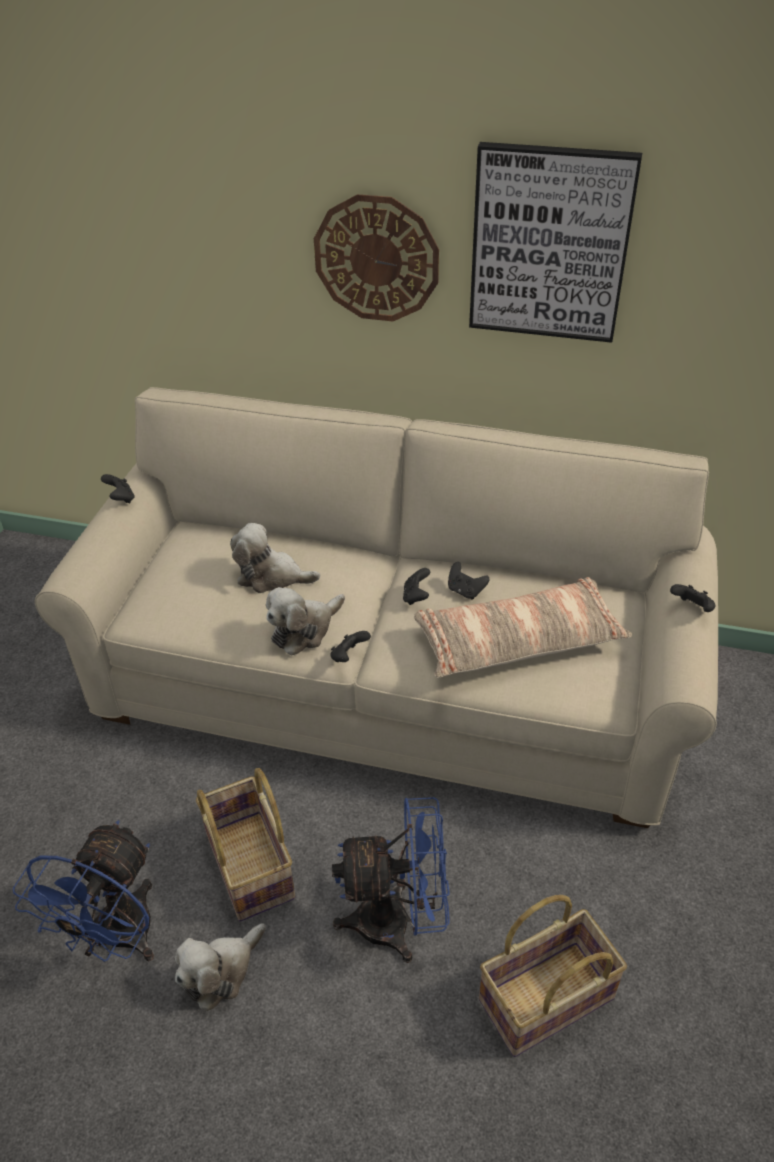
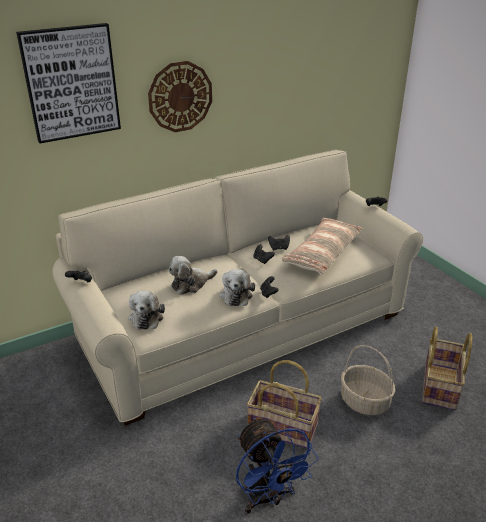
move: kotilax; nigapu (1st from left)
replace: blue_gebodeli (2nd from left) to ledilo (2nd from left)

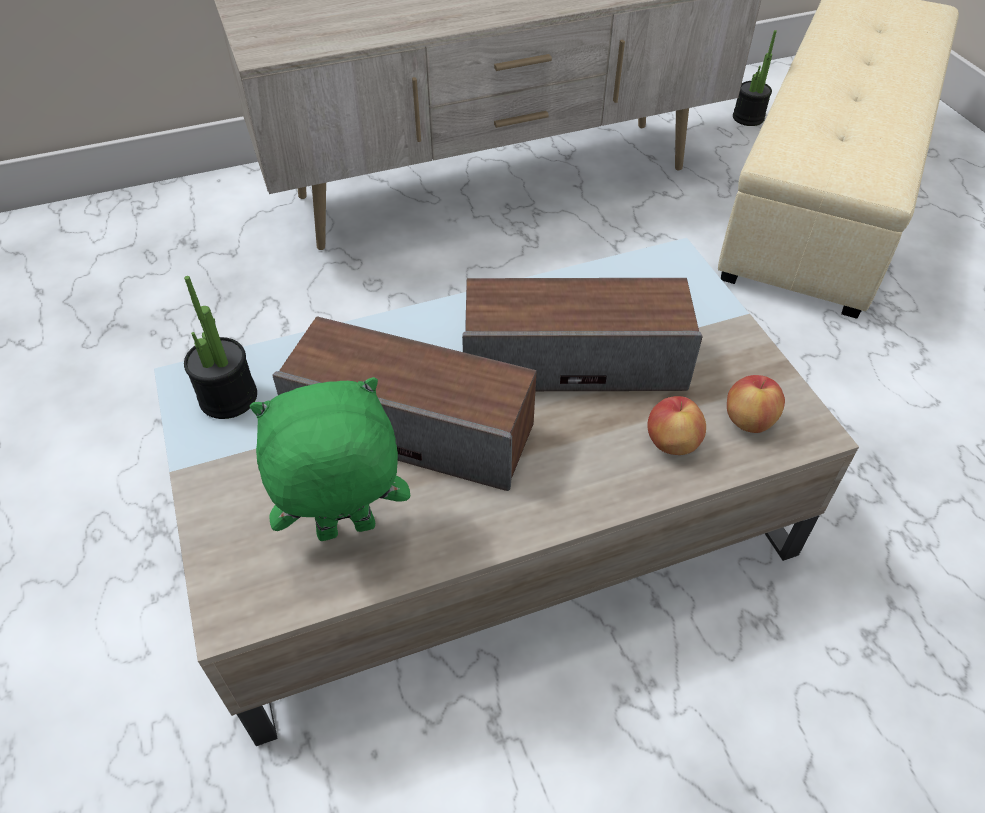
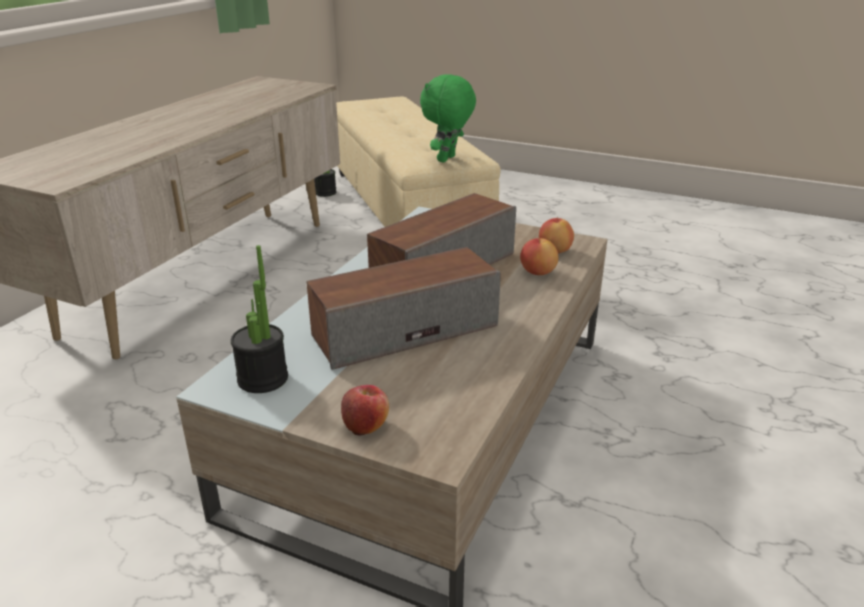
insert: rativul (1st from left)
move: green_nigapu

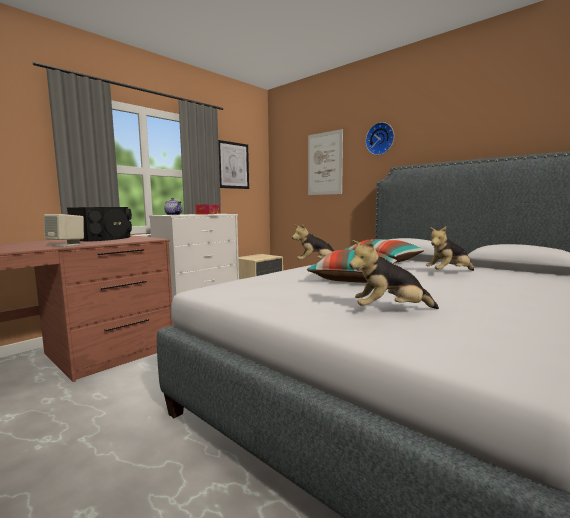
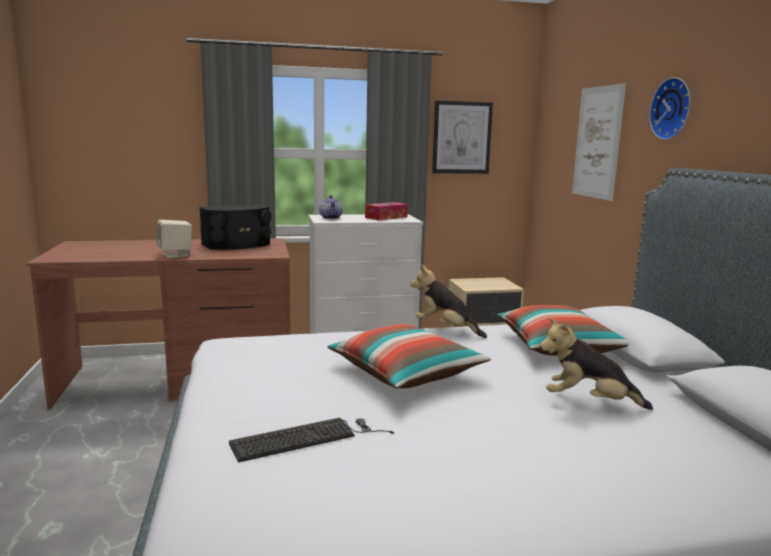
replace: nigapu (2nd from left) to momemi

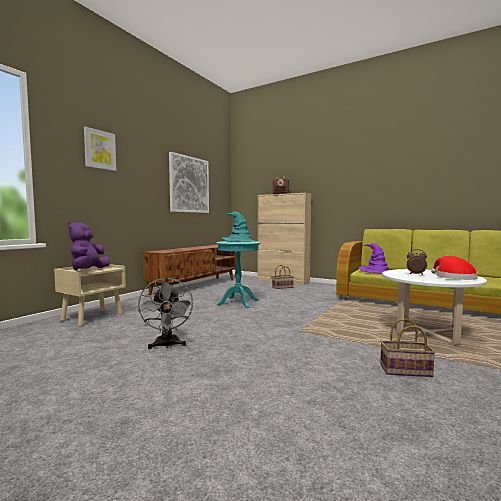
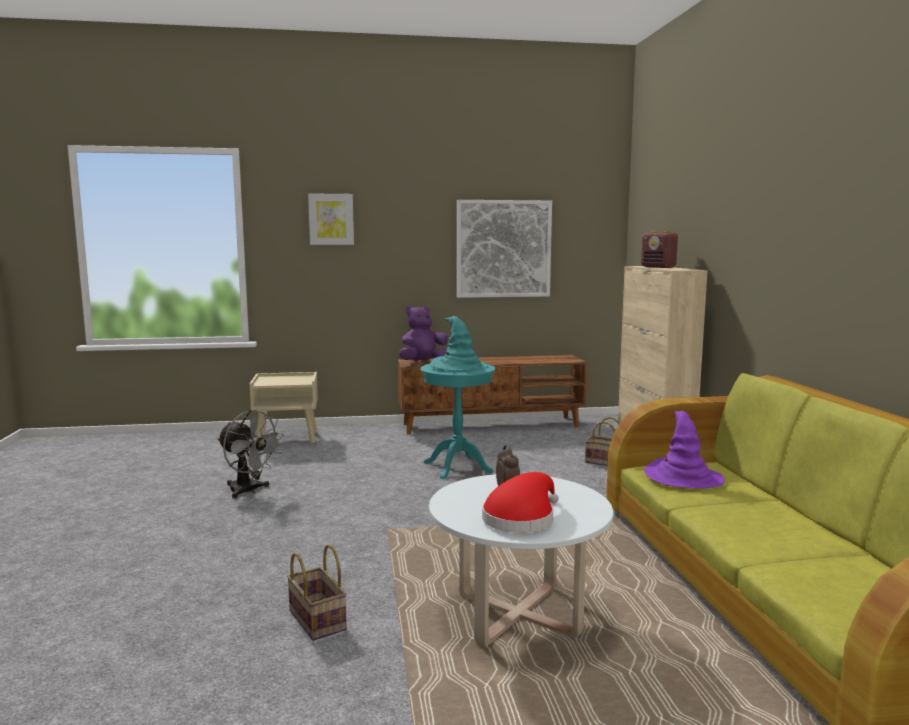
move: purple_nigapu
rotate: grey_gebodeli 90 degrees counterclockwise

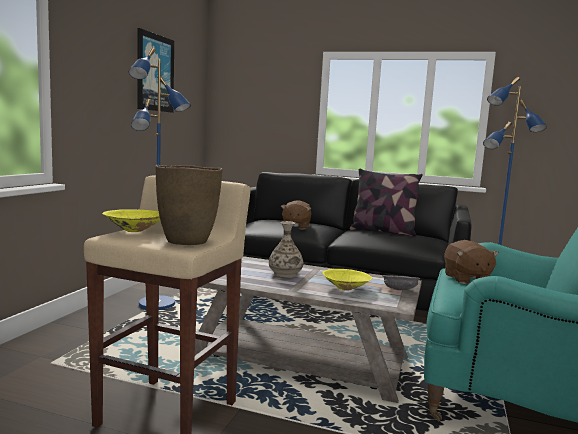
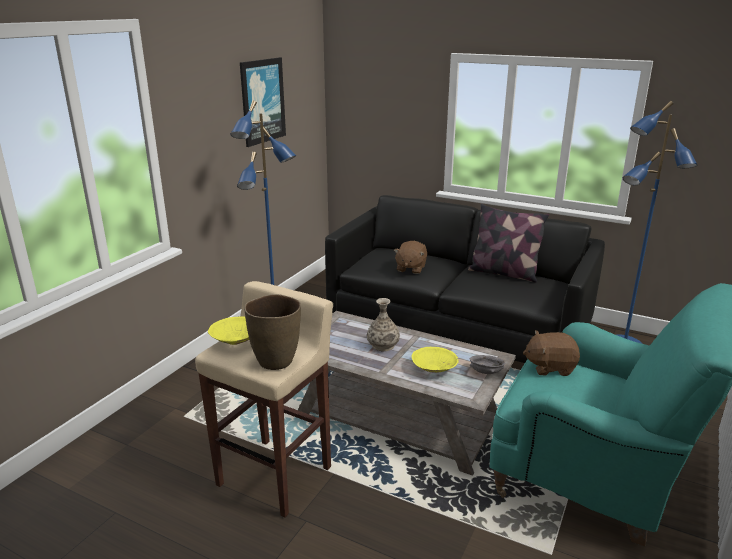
rotate: brown_nigapu (2nd from left) 90 degrees clockwise

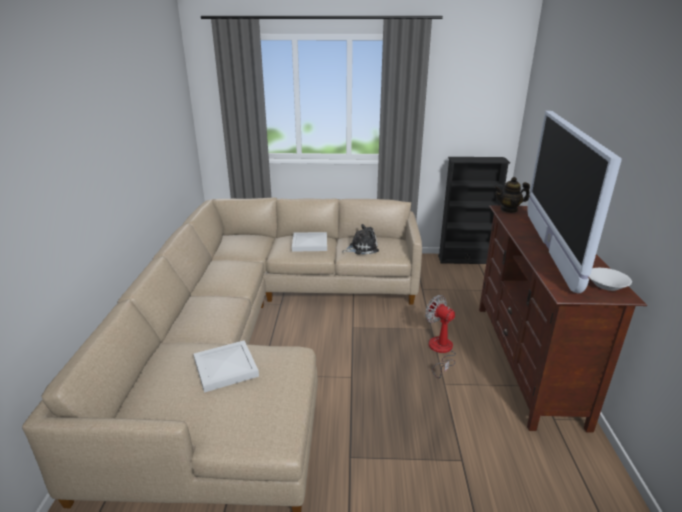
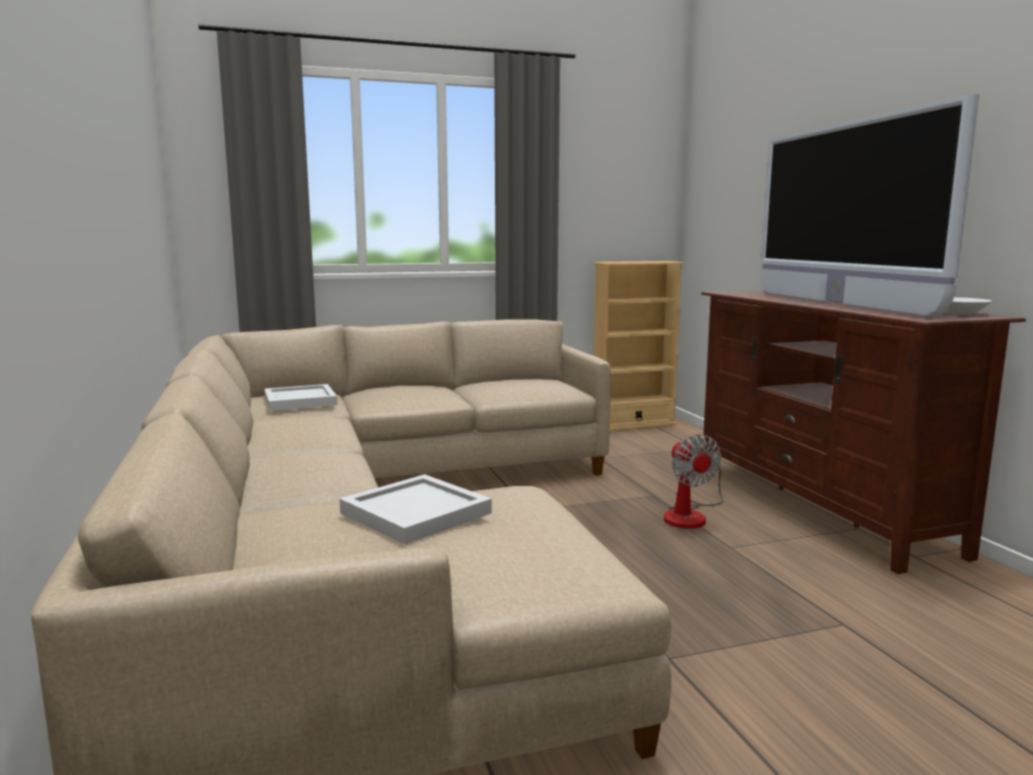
delete: nigapu; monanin
move: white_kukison (2nd from left in the first image) to white_kukison (1st from left)
recolor: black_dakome to beige_dakome
rotate: gebodeli 135 degrees counterclockwise

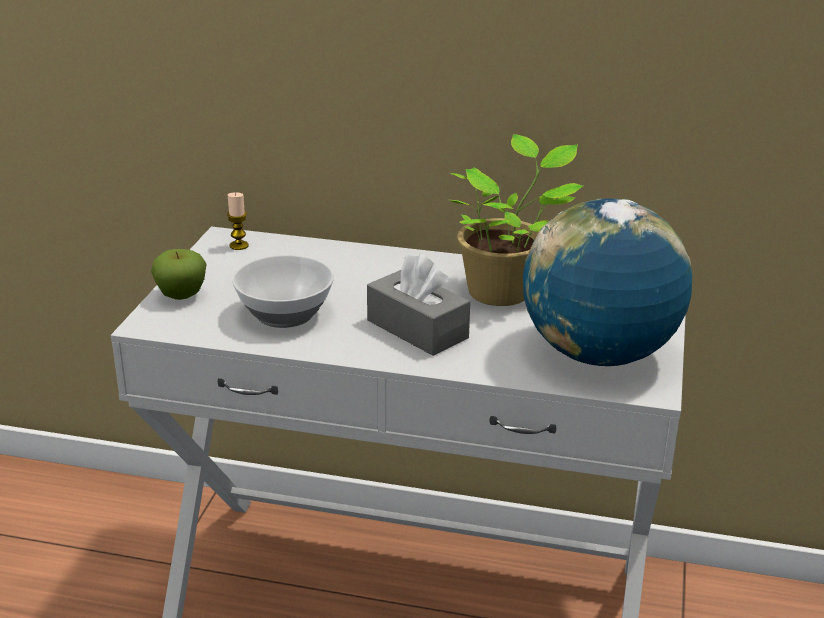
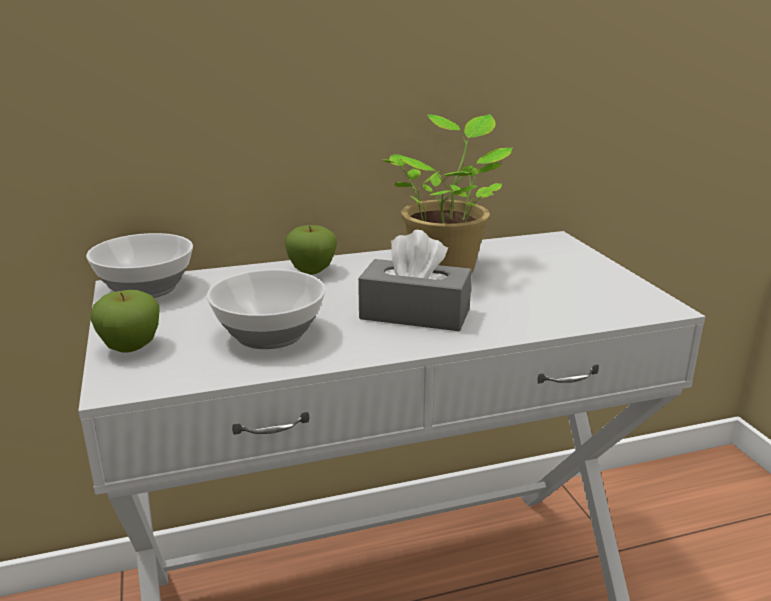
delete: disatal
insert: rativul (2nd from left)
replace: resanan to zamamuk (1st from left)

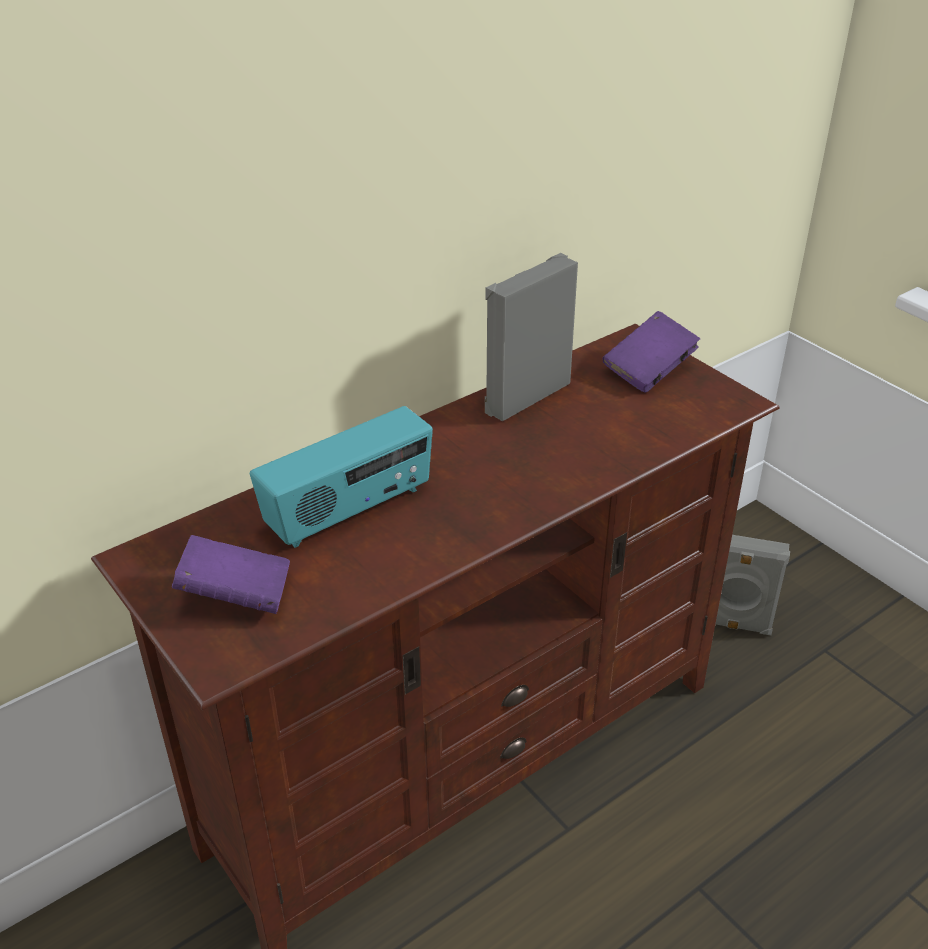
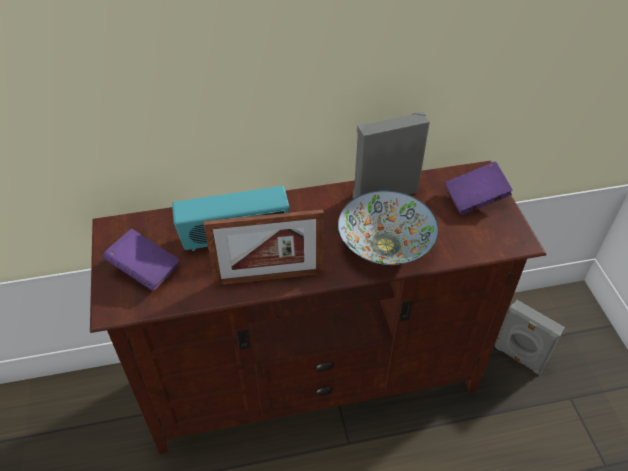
insert: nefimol; zamamuk

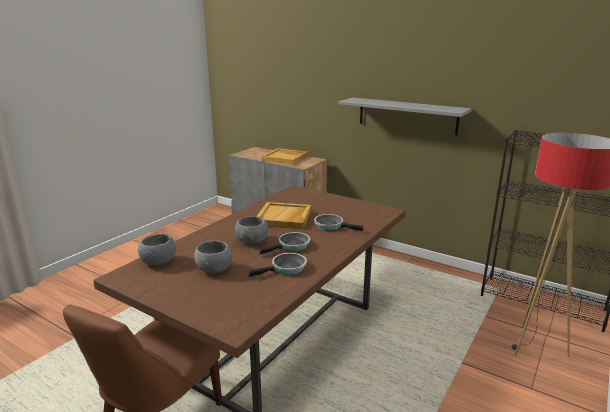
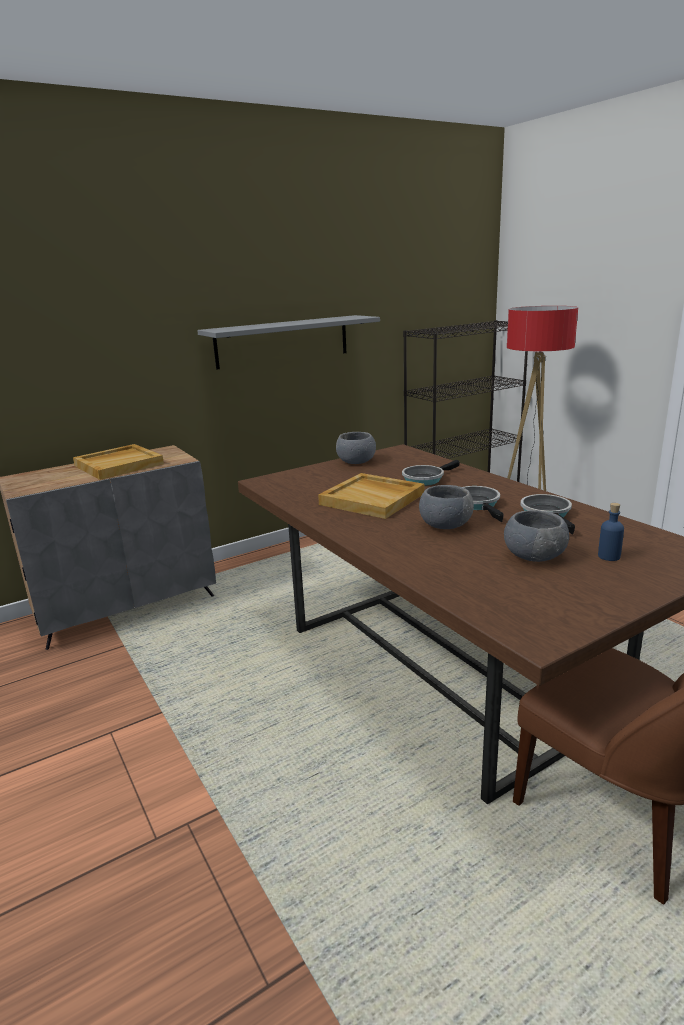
insert: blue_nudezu
move: grey_zamamuk (1st from left)

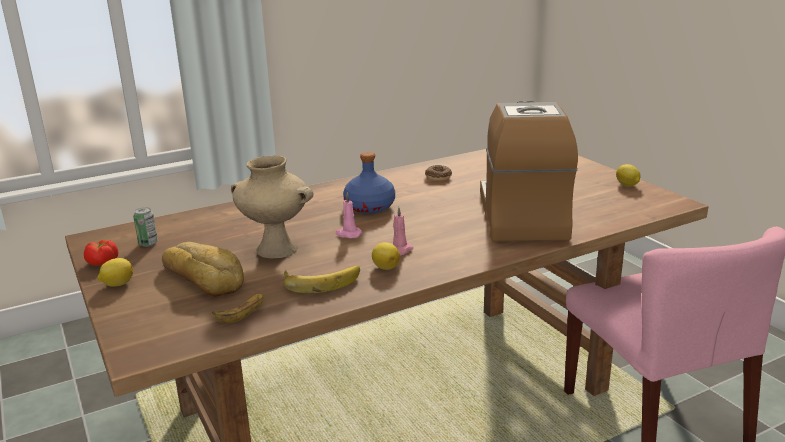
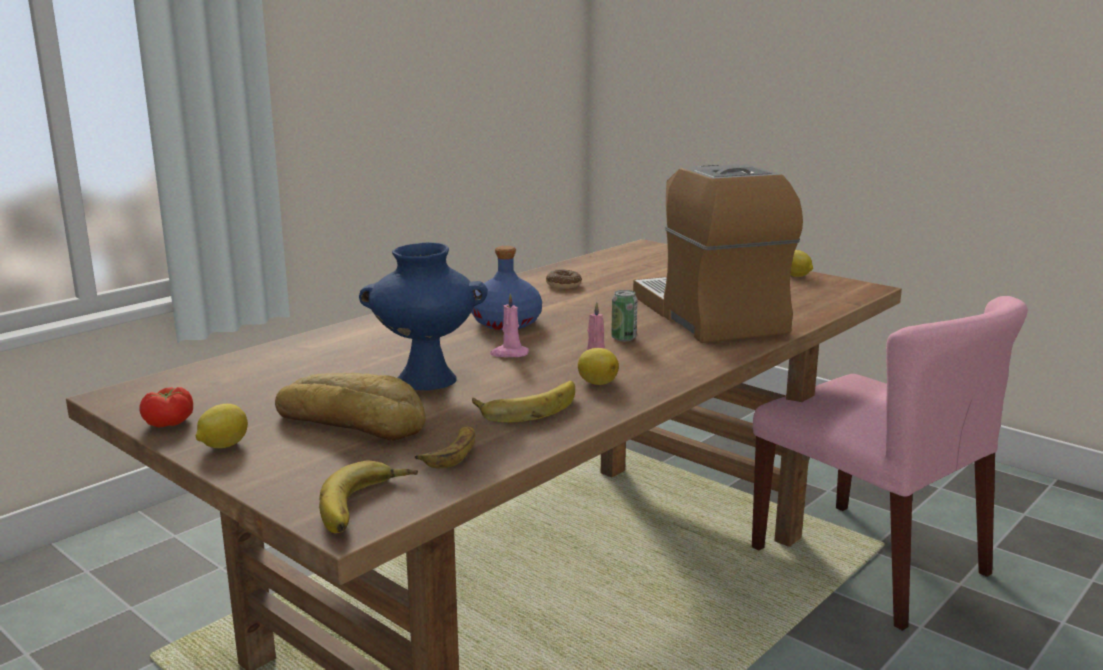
insert: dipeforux (1st from left)
move: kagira
recolor: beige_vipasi to blue_vipasi

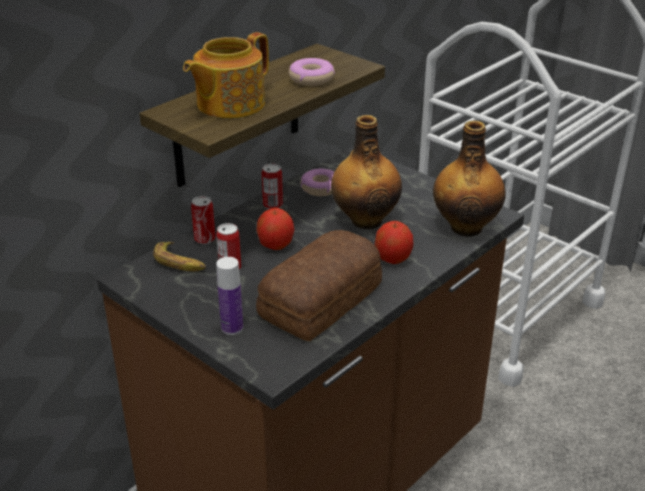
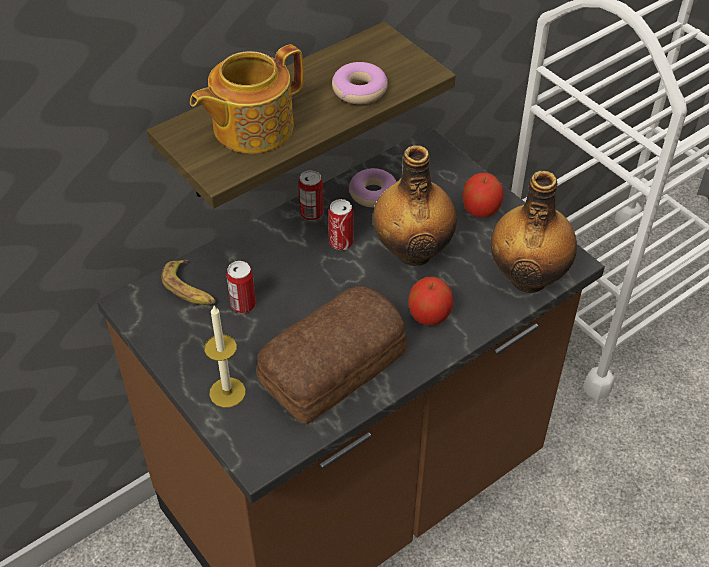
move: kagira (1st from left in the first image) to kagira (3rd from left); rativul (1st from left in the first image) to rativul (2nd from left)
replace: nudezu (1st from left) to resanan

